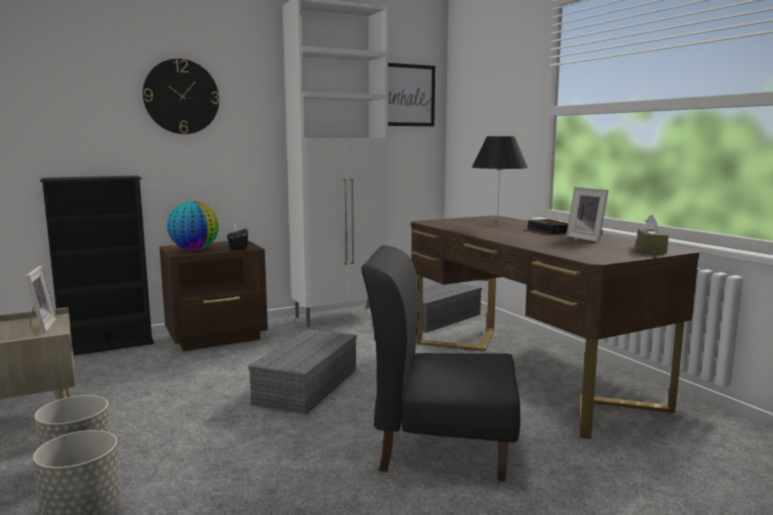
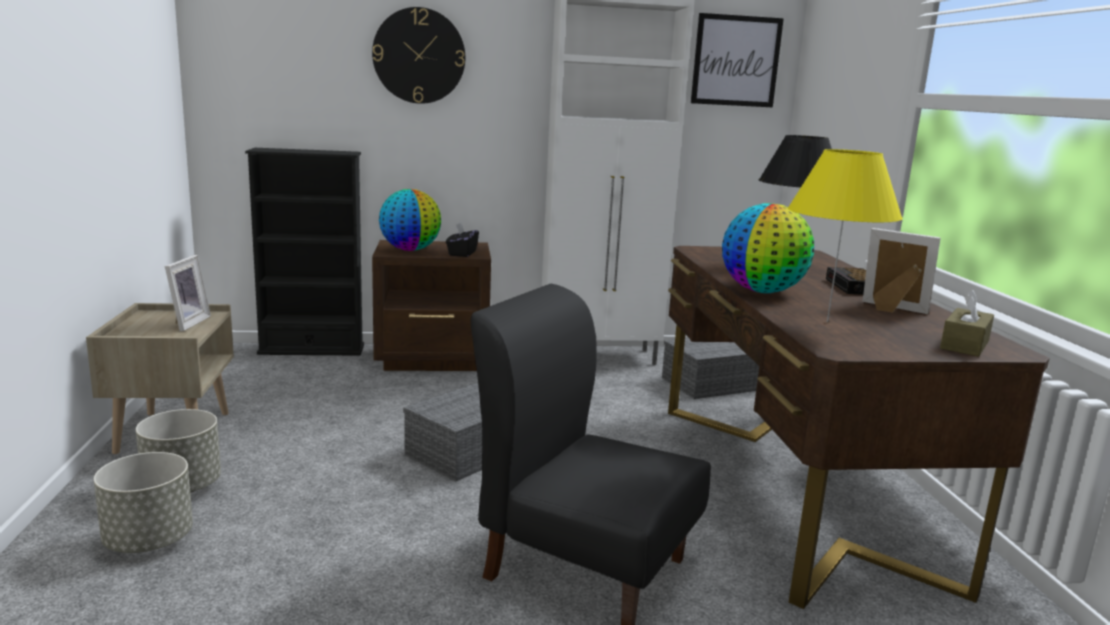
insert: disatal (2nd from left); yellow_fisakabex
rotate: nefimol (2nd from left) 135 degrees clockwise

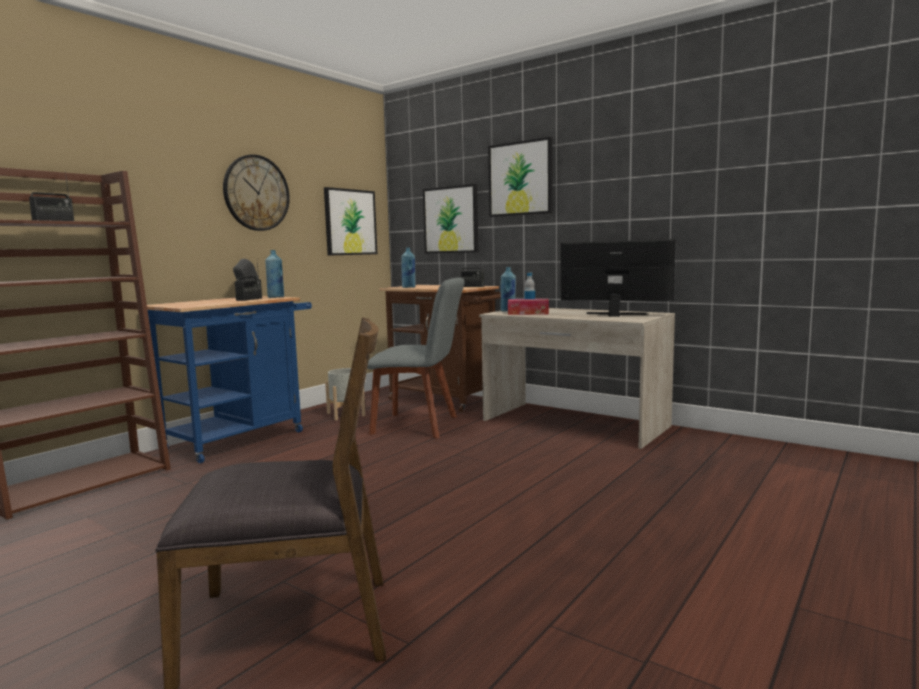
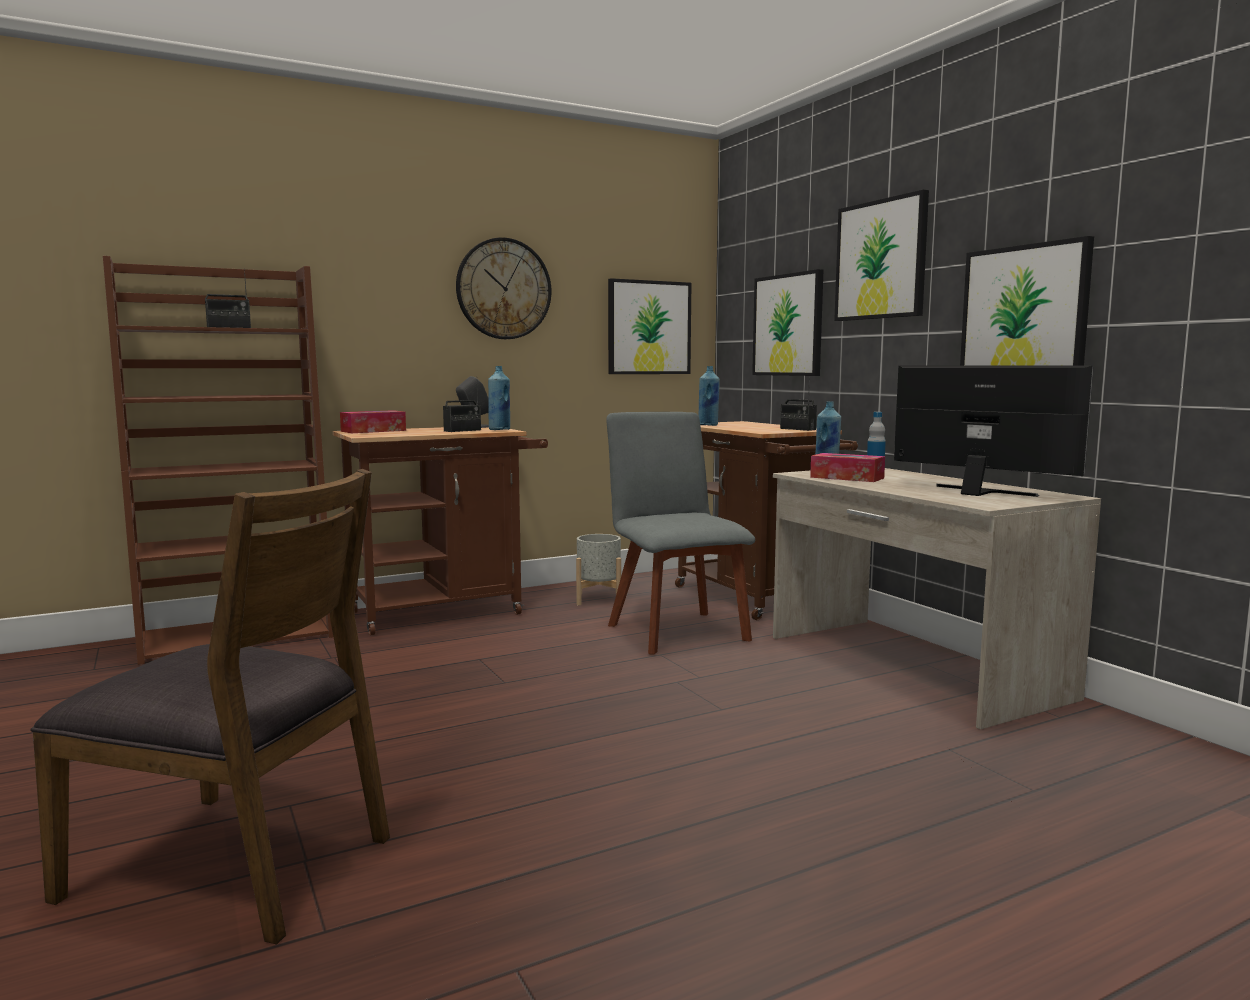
insert: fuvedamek (1st from left); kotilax (4th from left)
recolor: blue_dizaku to brown_dizaku (1st from left)
rotate: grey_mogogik 150 degrees counterclockwise

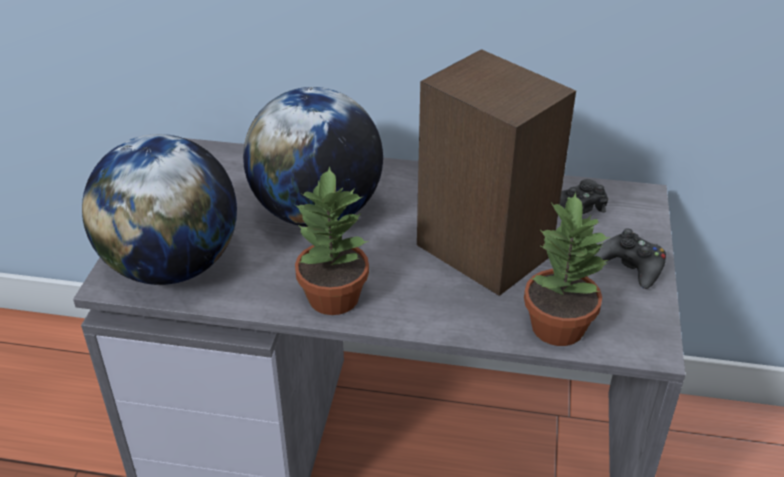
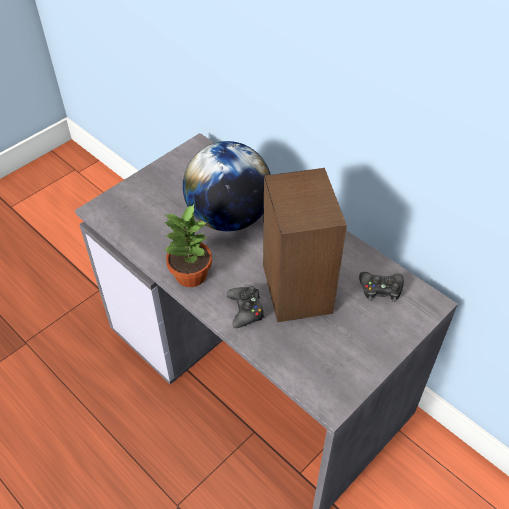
delete: disatal (1st from left); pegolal (2nd from left)
move: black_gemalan (2nd from left in the first image) to black_gemalan (1st from left)

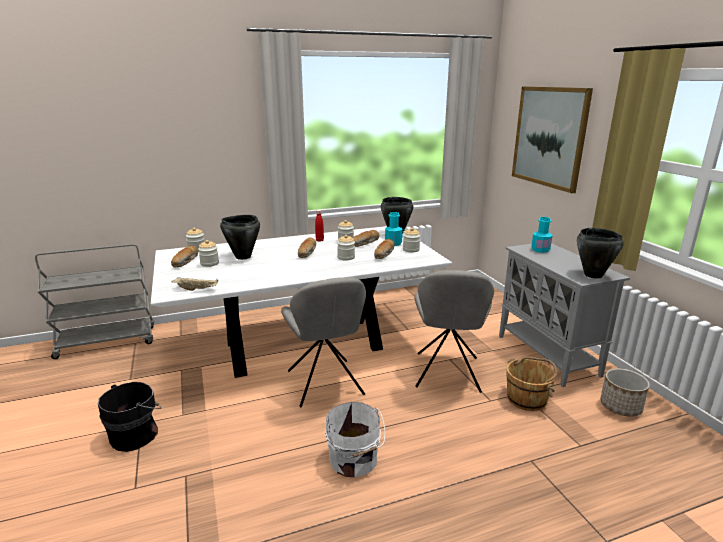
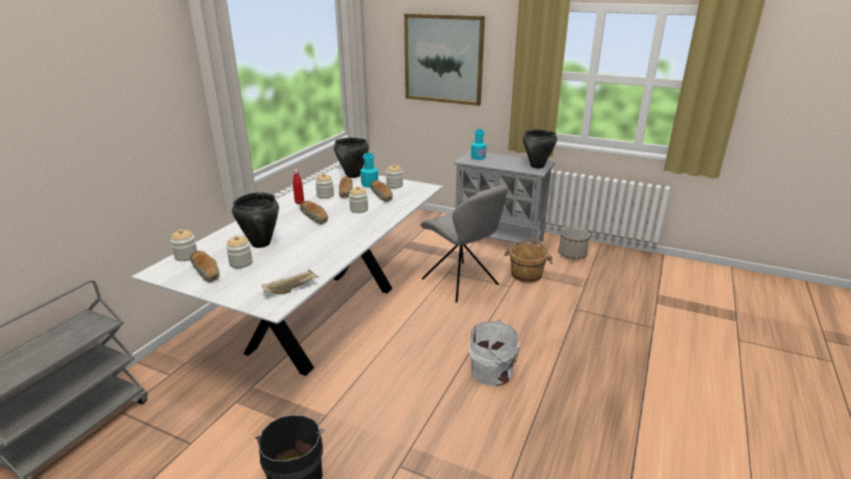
delete: grey_mogogik (1st from left)

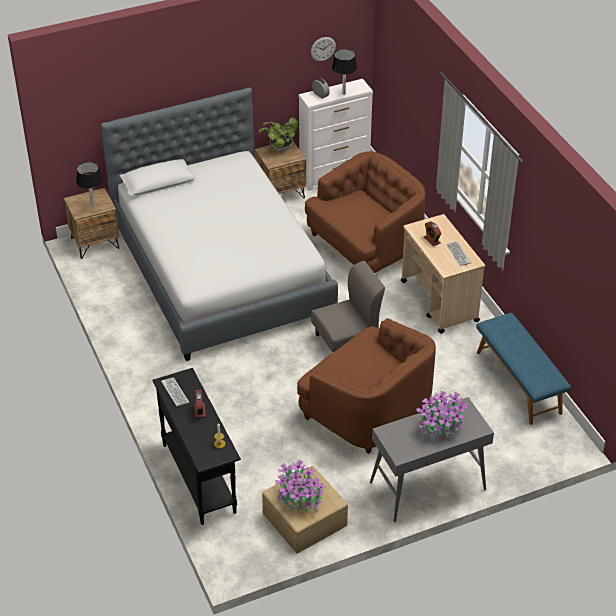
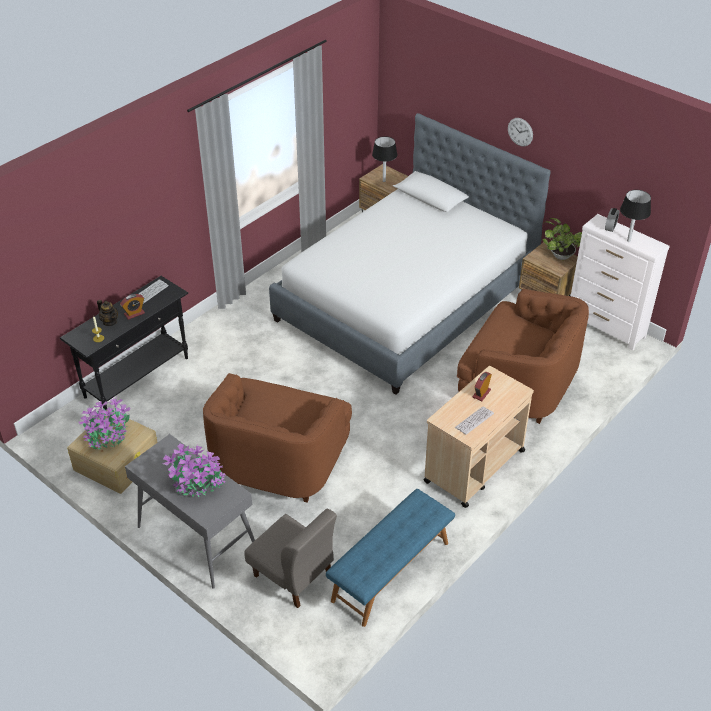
insert: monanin
move: grey_mogogik; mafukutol

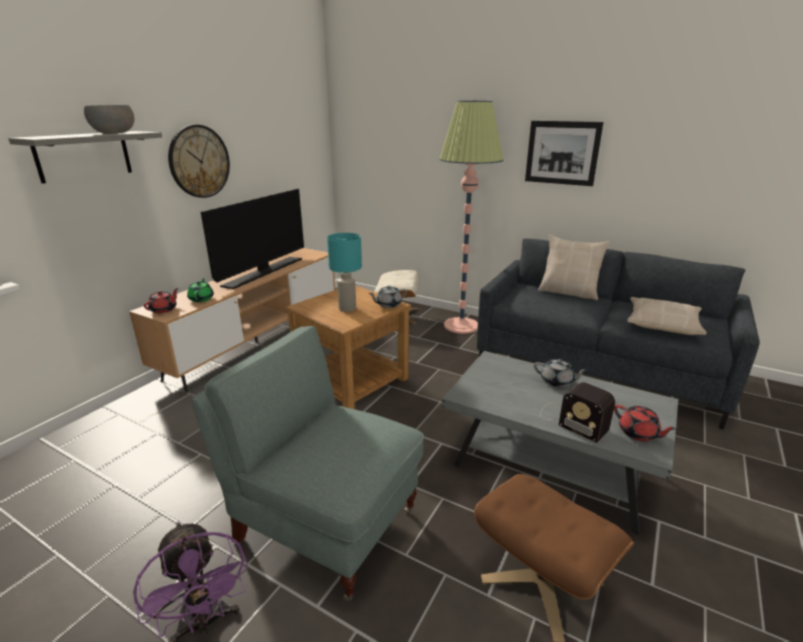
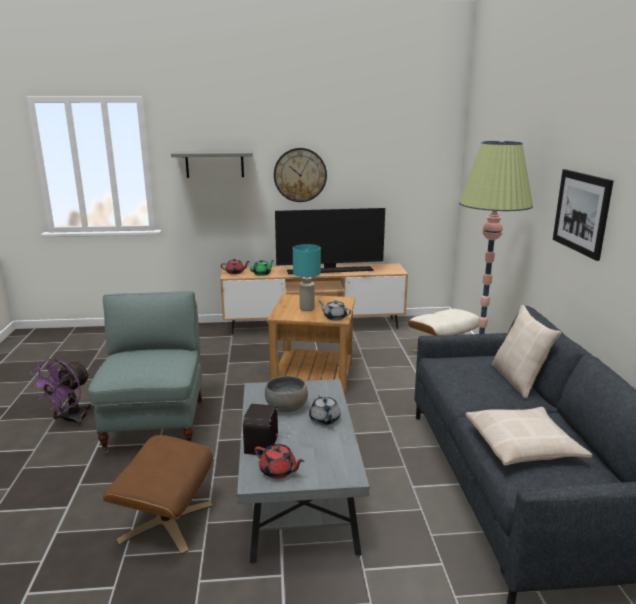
move: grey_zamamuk
rotate: red_monanin (2nd from left) 75 degrees counterclockwise

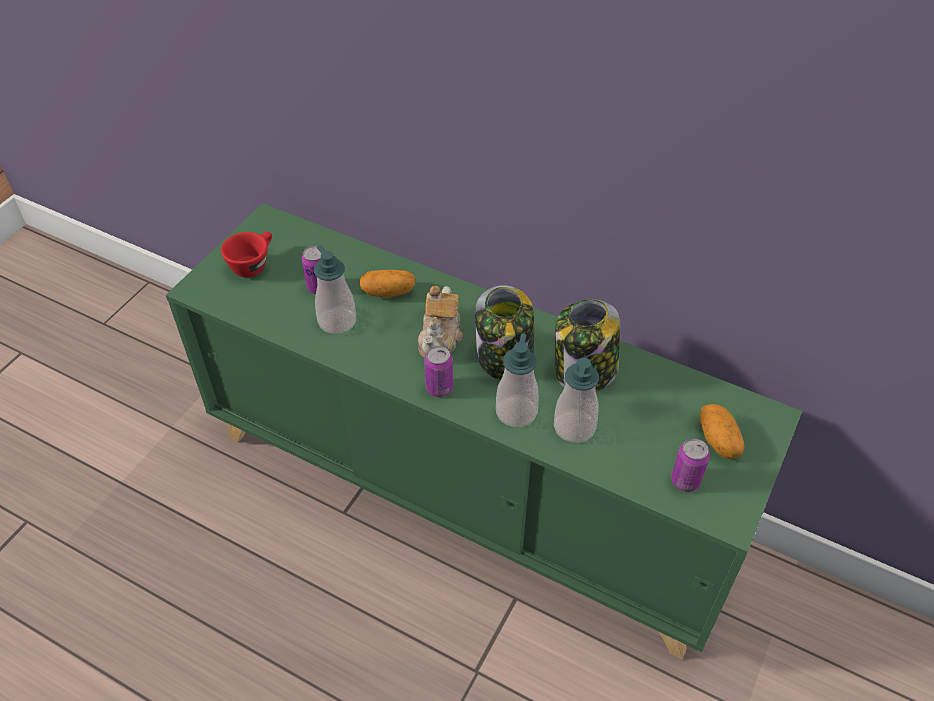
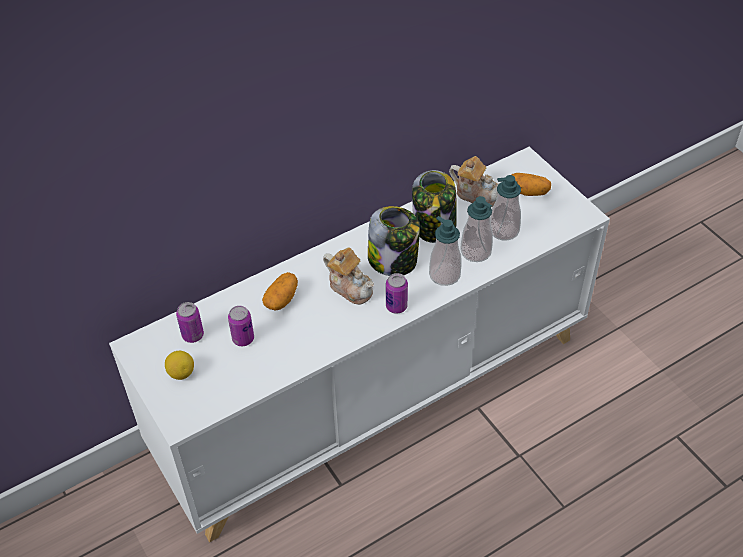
insert: monanin (2nd from left)
move: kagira (3rd from left in the first image) to kagira (1st from left); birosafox (1st from left in the first image) to birosafox (3rd from left)
replace: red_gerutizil to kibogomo
recolor: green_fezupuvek to white_fezupuvek

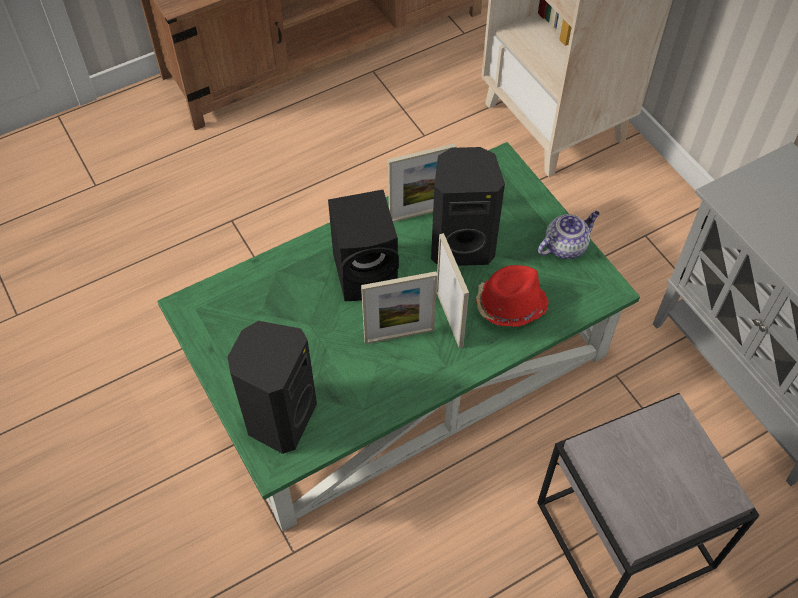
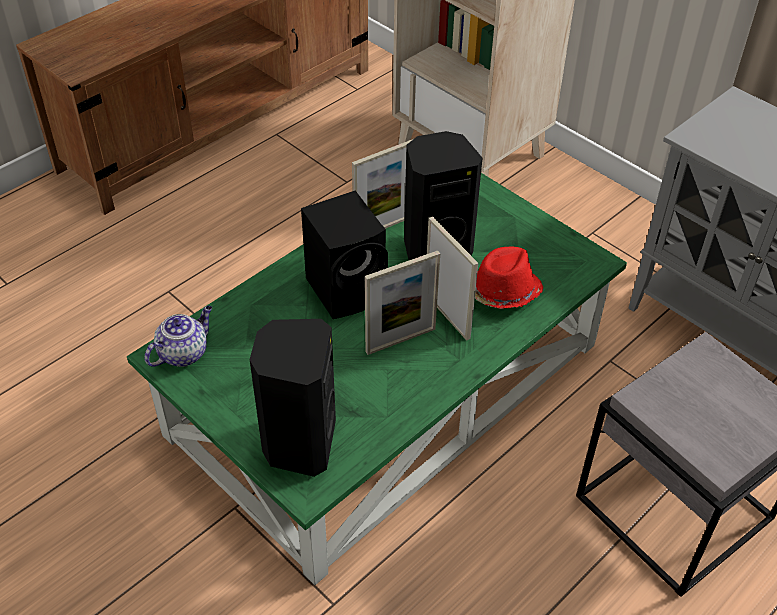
move: monanin

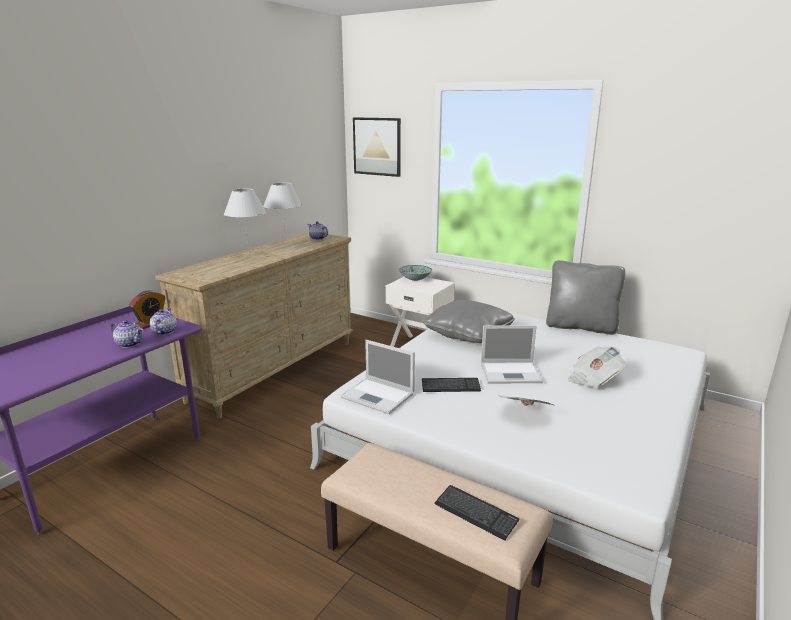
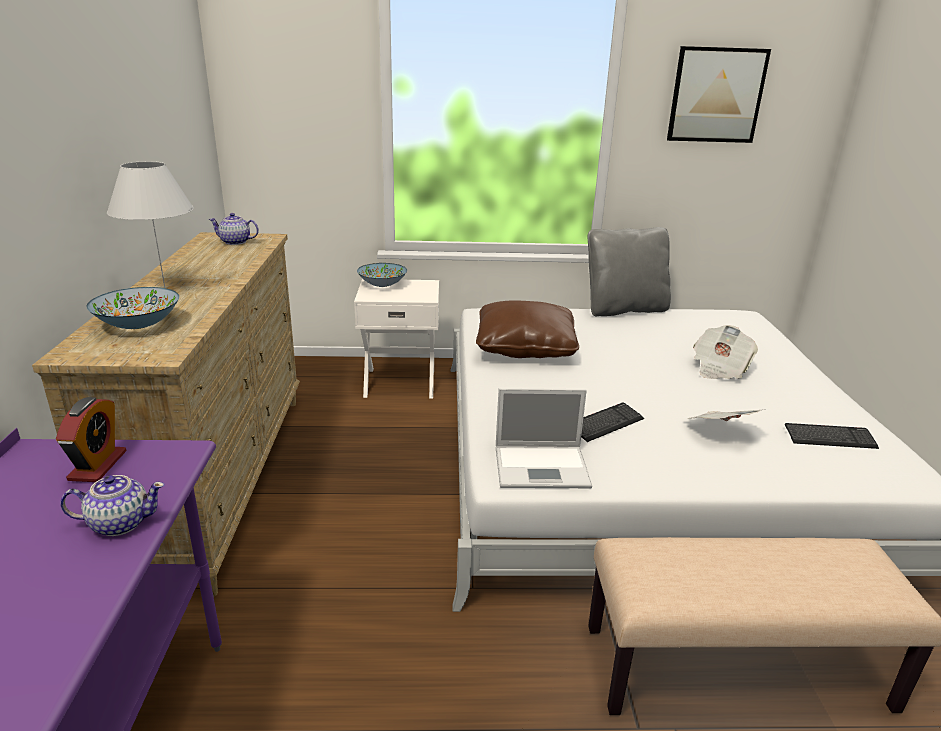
delete: monanin (2nd from left); white_fisakabex (2nd from left); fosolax (2nd from left)
insert: zamamuk (1st from left)
move: kotilax; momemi (2nd from left)
recolor: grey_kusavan (1st from left) to brown_kusavan

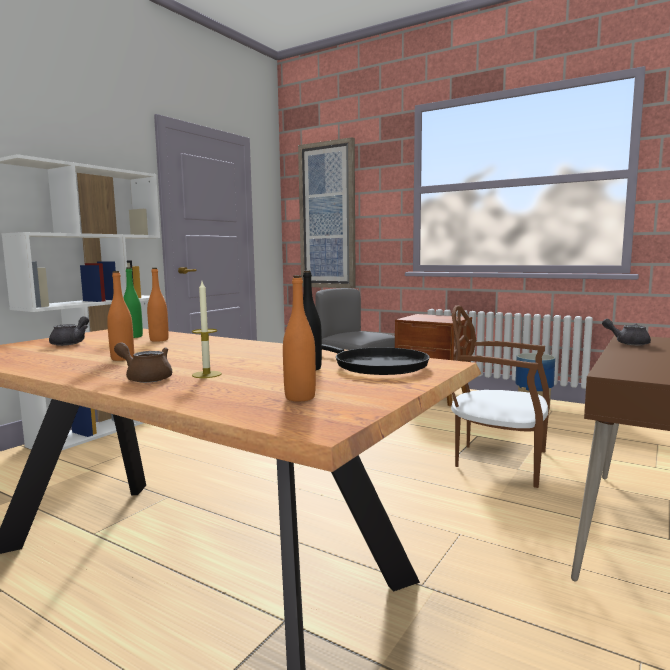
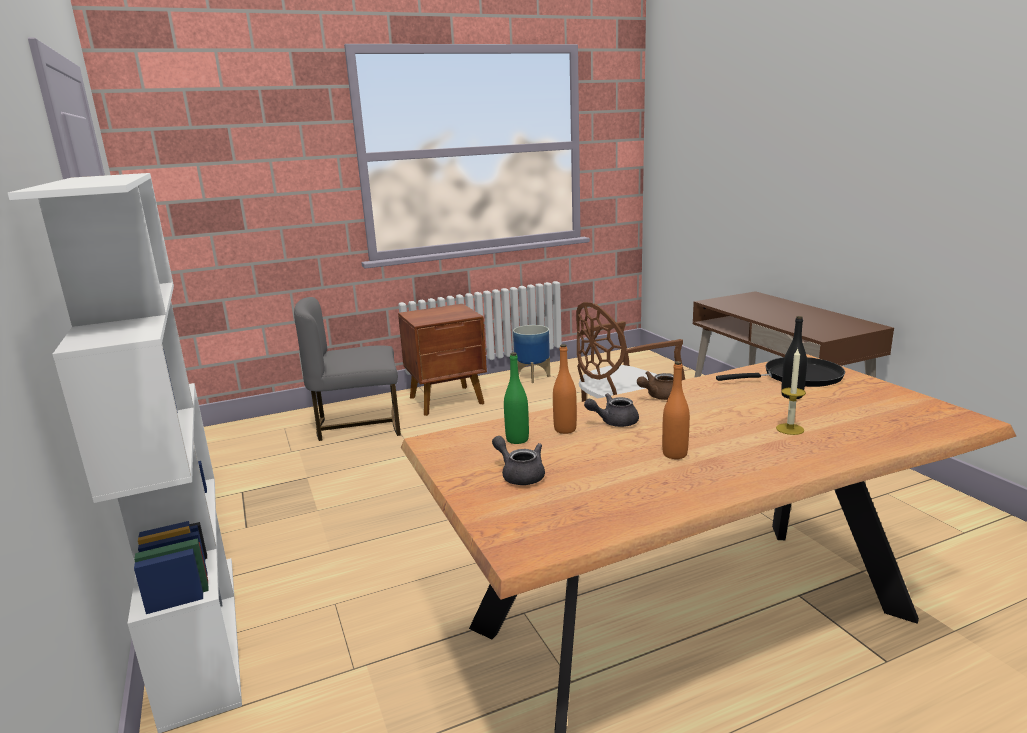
delete: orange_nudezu (3rd from left); kotilax
move: grey_monanin (2nd from left); brown_monanin

